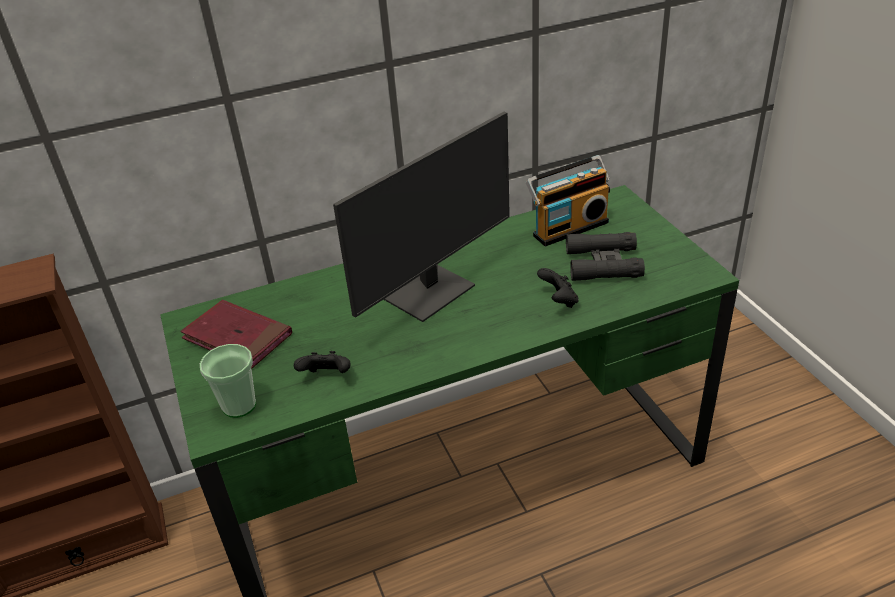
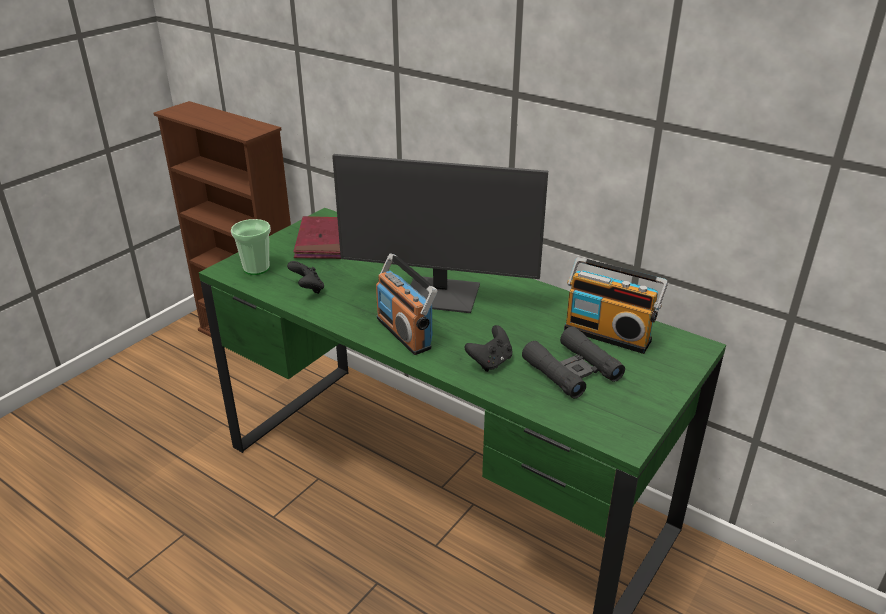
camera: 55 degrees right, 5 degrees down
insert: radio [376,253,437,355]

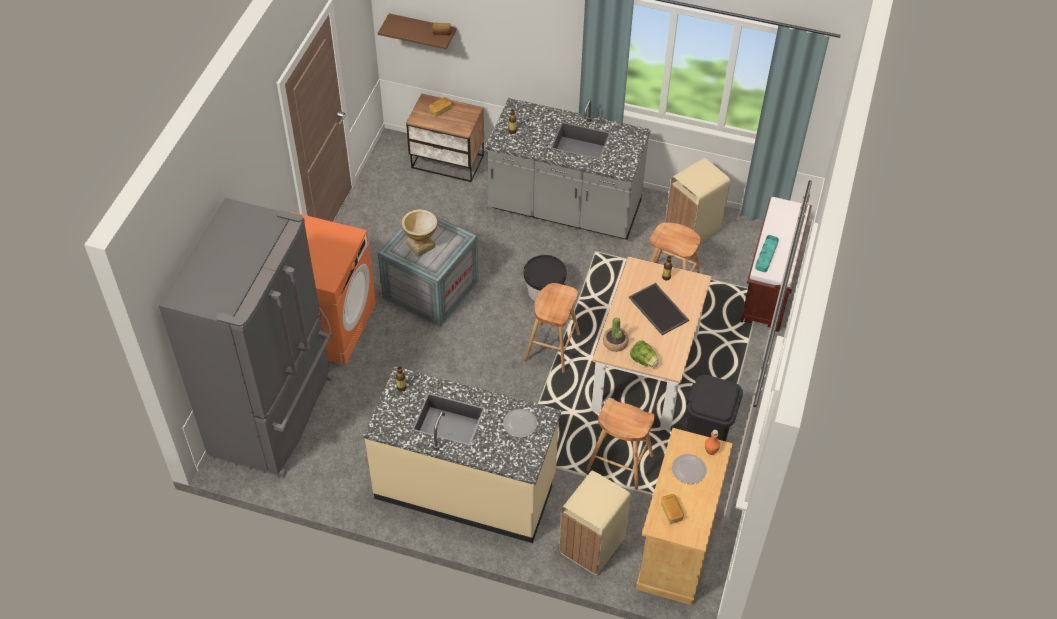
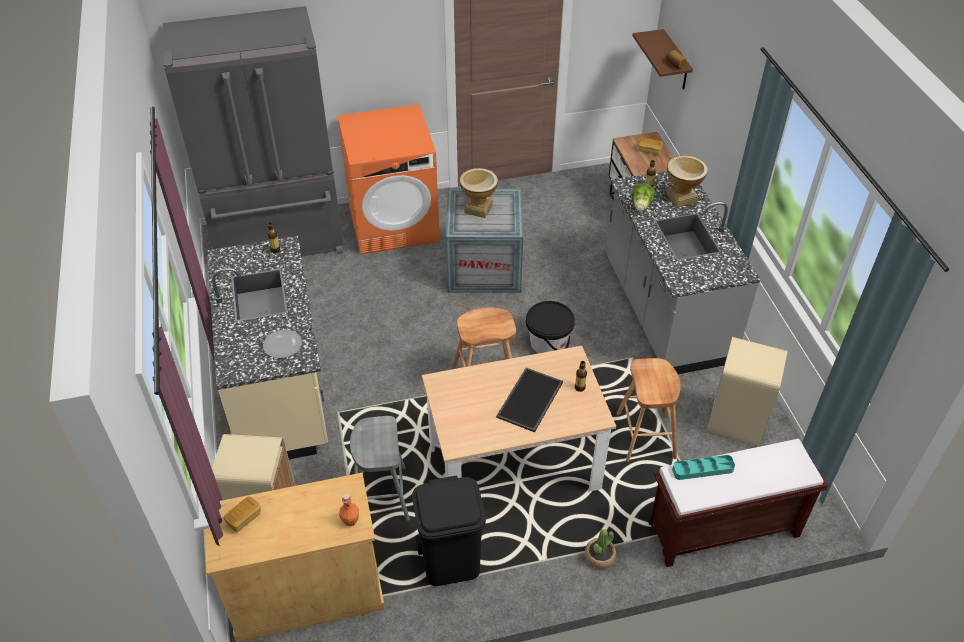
camera: 60 degrees right, 5 degrees down
delete: talerz [672,454,707,484]
insert: wazon [666,155,708,208]
move: roślina doniczkowa [603,318,629,352] to [585,529,616,569]; sałata [630,341,659,367] to [632,183,655,212]
recolor: stołek/brązowy [586,398,655,490] to stołek/szary [350,416,410,521]

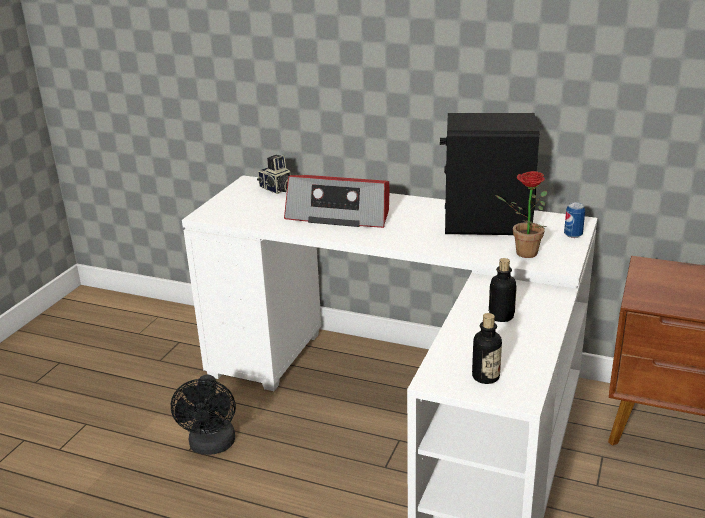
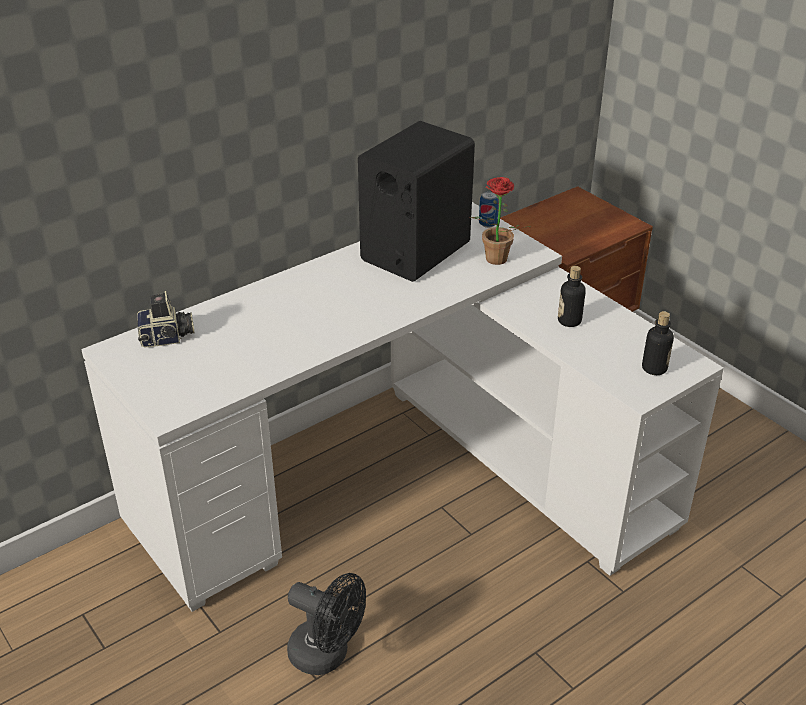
camera: 60 degrees left, 10 degrees up
delete: radio [284,175,389,228]

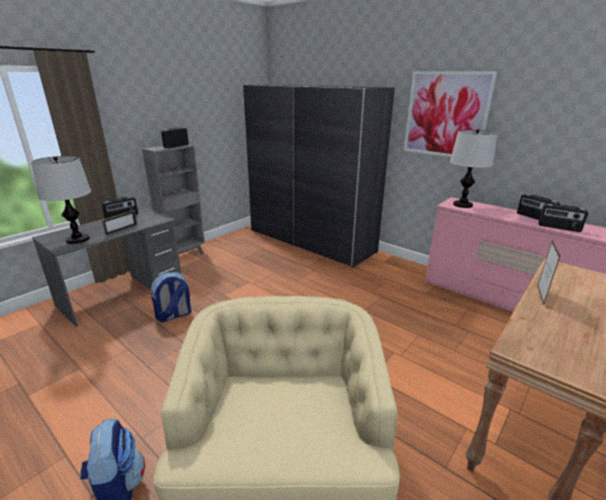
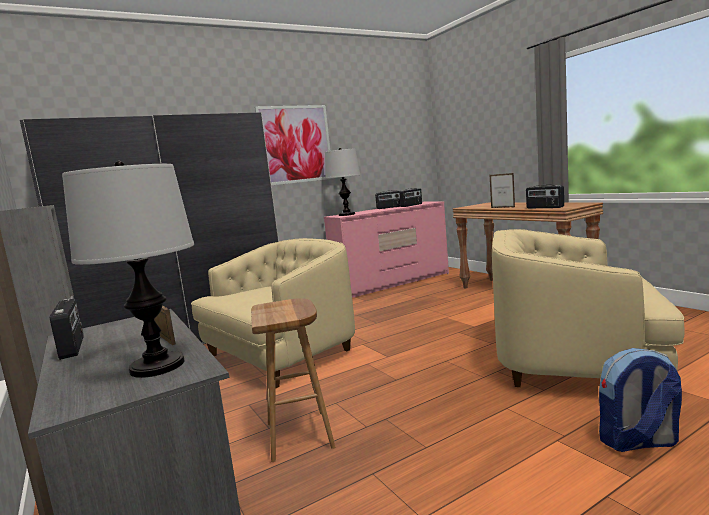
camera: 70 degrees left, 15 degrees down
insert: fotel/beżowy [191,238,355,389]
move: radio [161,127,189,149] to [526,185,564,208]
replace: plecak [150,272,191,323] to stołek/brązowy [251,298,335,462]

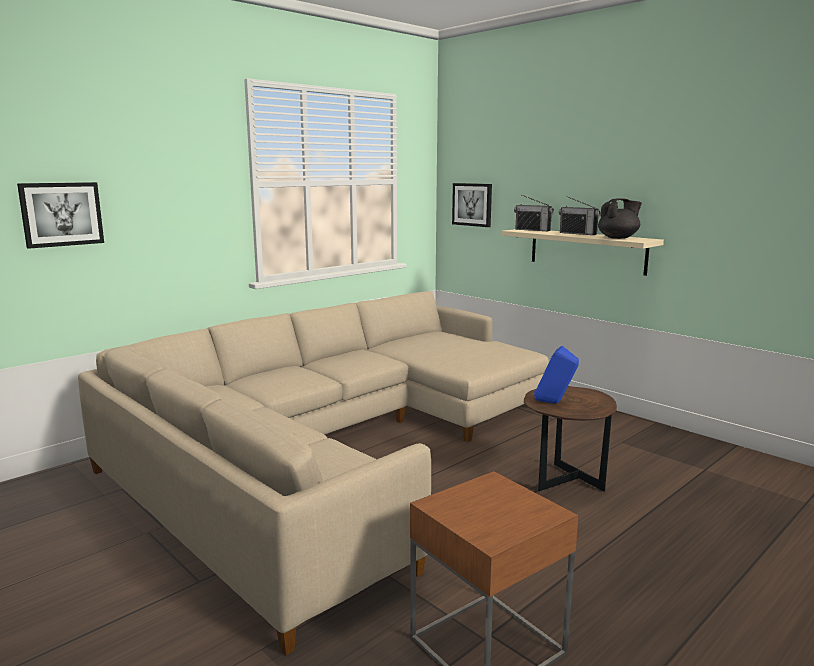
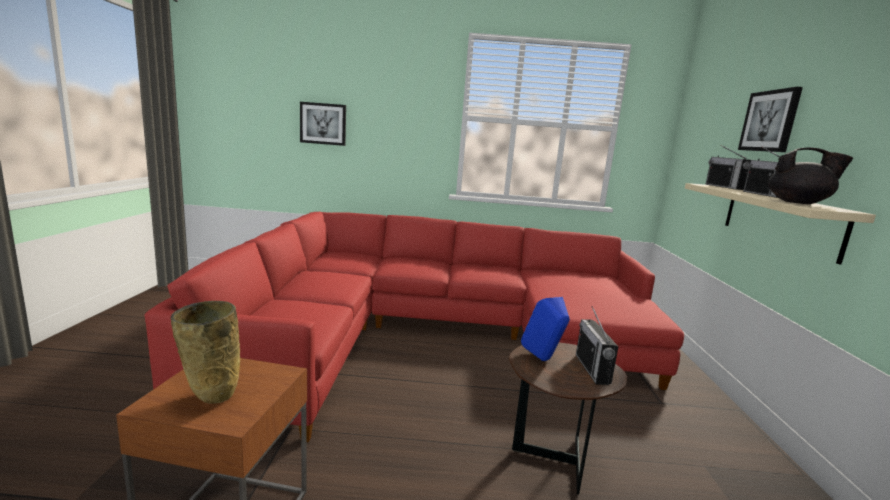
camera: 45 degrees right, 0 degrees up
insert: wazon/beżowy [171,301,240,404]; radio [576,306,619,385]
move: obraz [452,183,492,227] to [738,87,803,152]
recolor: kanapa/beżowy [78,291,549,655] to kanapa/czerwony [145,212,684,442]

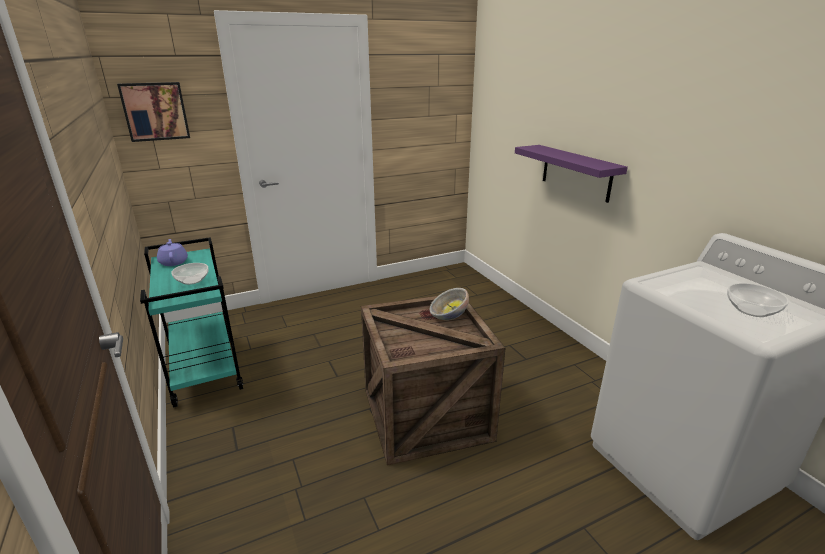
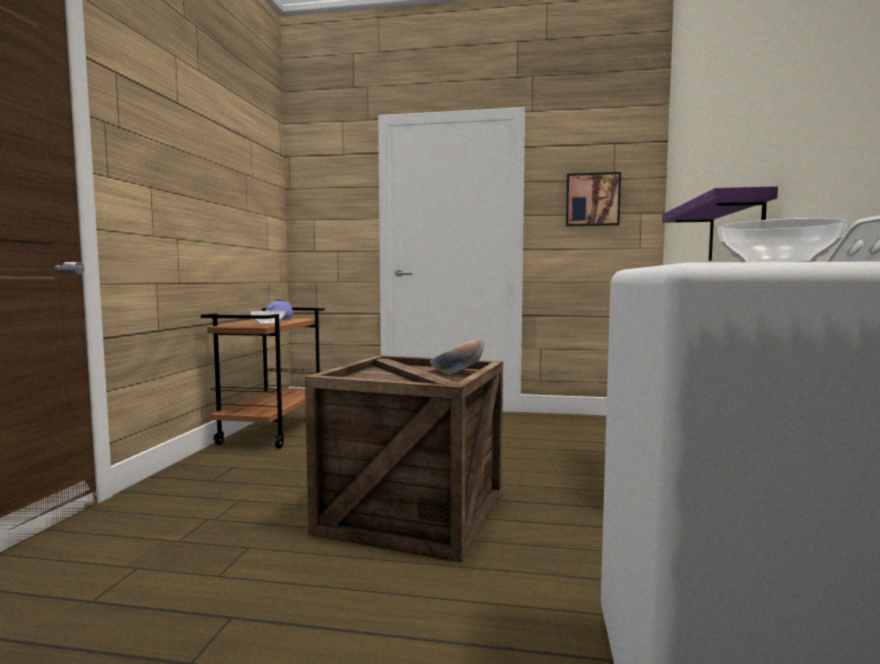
camera: 35 degrees right, 20 degrees down
move: obraz [117,82,190,142] to [566,172,621,226]
recolor: wózek/turkusowy [140,237,243,408] to wózek/brązowy [201,308,325,449]

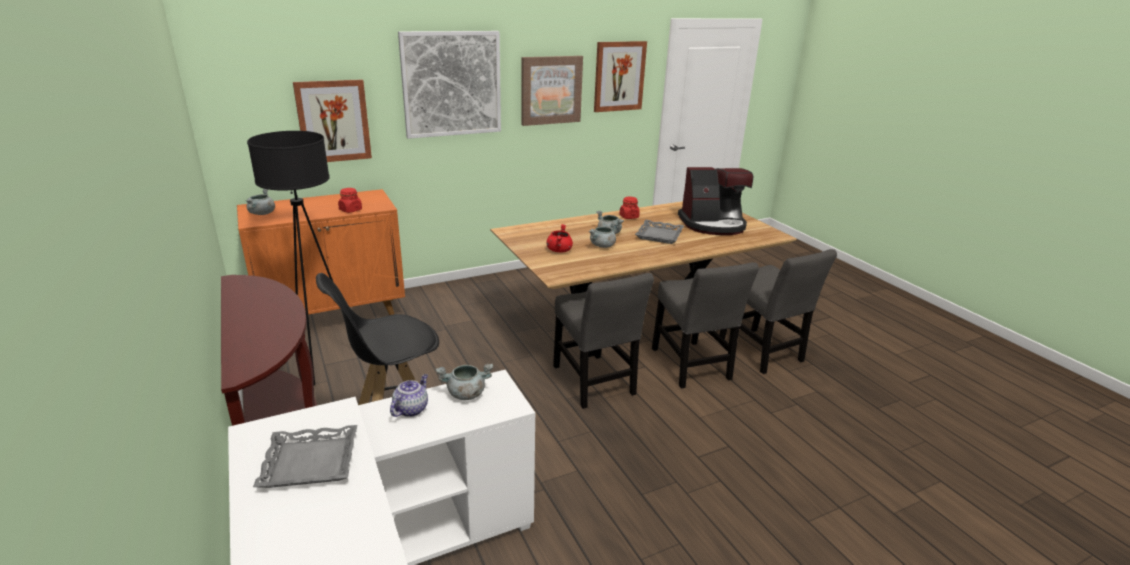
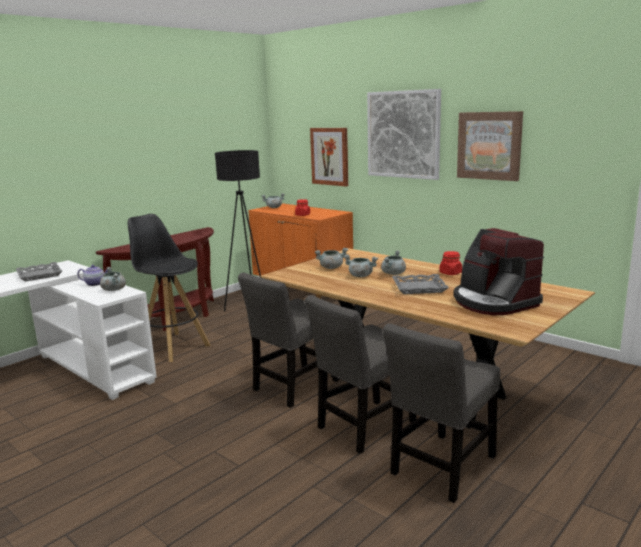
camera: 70 degrees right, 10 degrees down
delete: obraz [594,41,647,112]
recolor: garnek/czerwony [547,224,573,252] to garnek/szary [315,248,348,269]

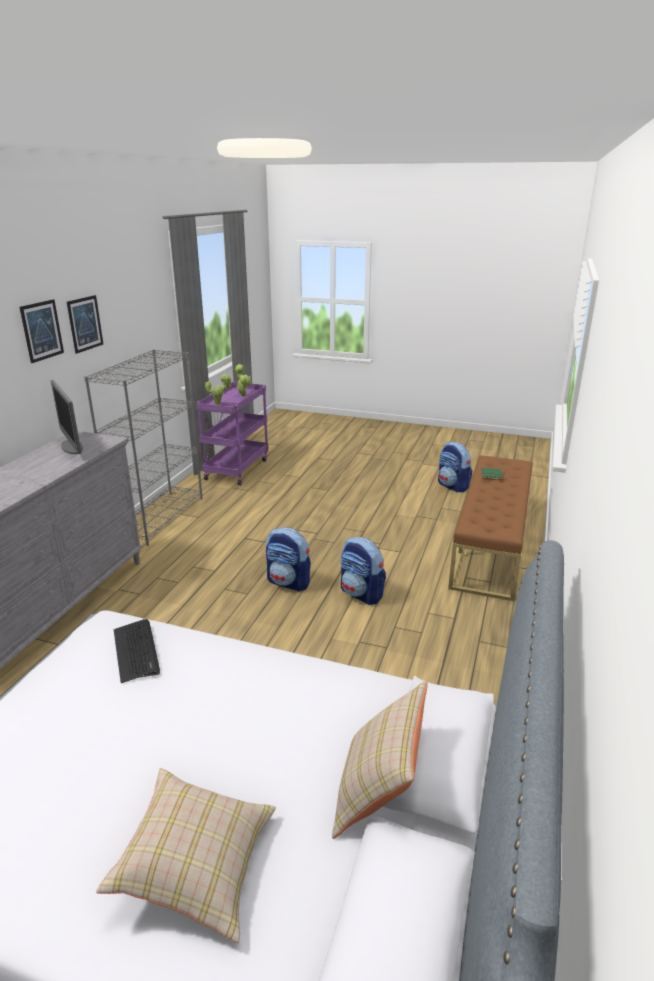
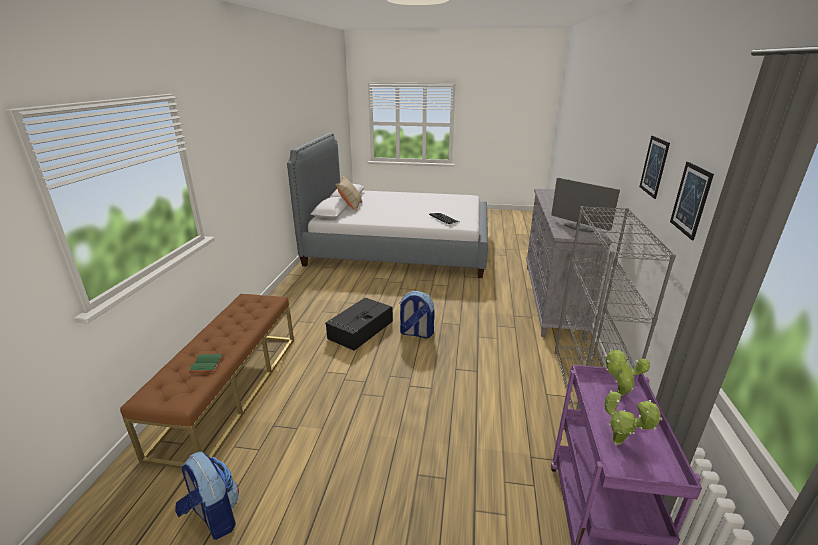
camera: 170 degrees right, 0 degrees up
delete: poduszka/beżowy [96,768,276,943]
move: obraz [19,299,64,363] to [670,162,714,240]
replace: plecak [341,537,386,605] to pojemnik do przechowywania/czarny [325,298,393,351]

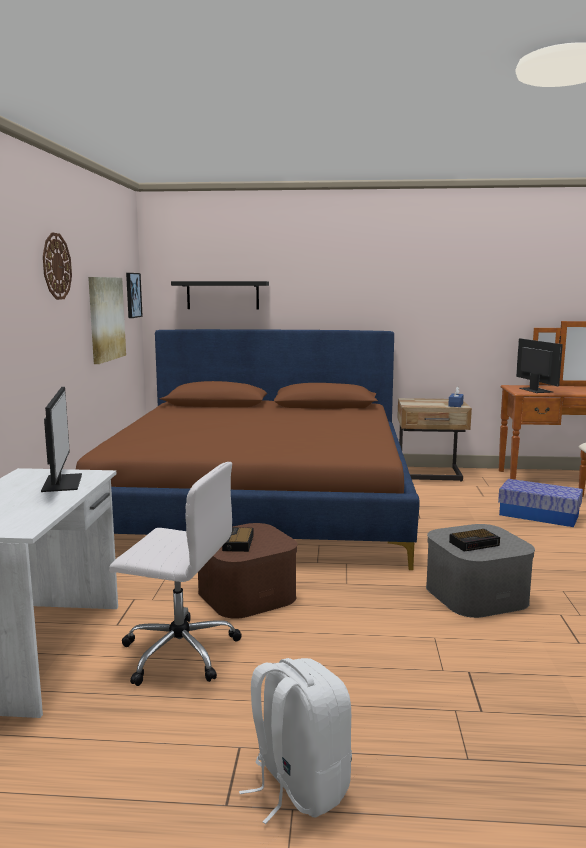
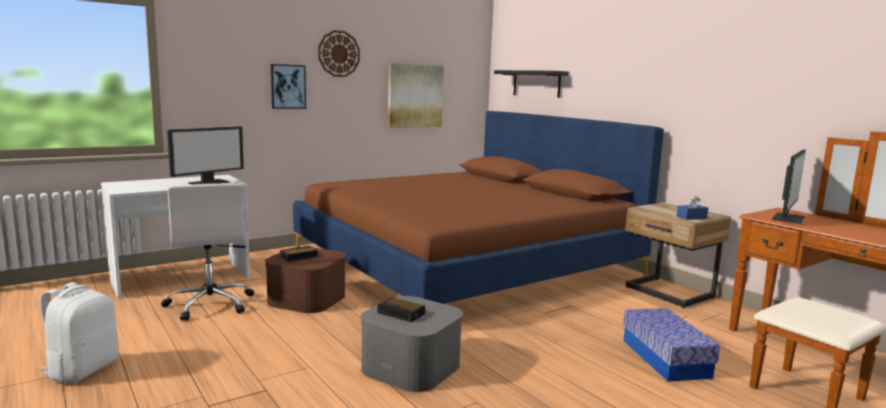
camera: 50 degrees right, 0 degrees up
move: obraz [126,273,143,318] to [271,64,306,109]

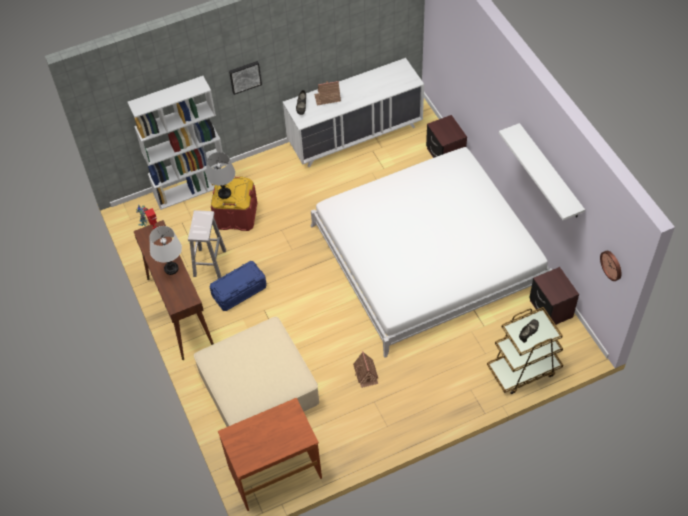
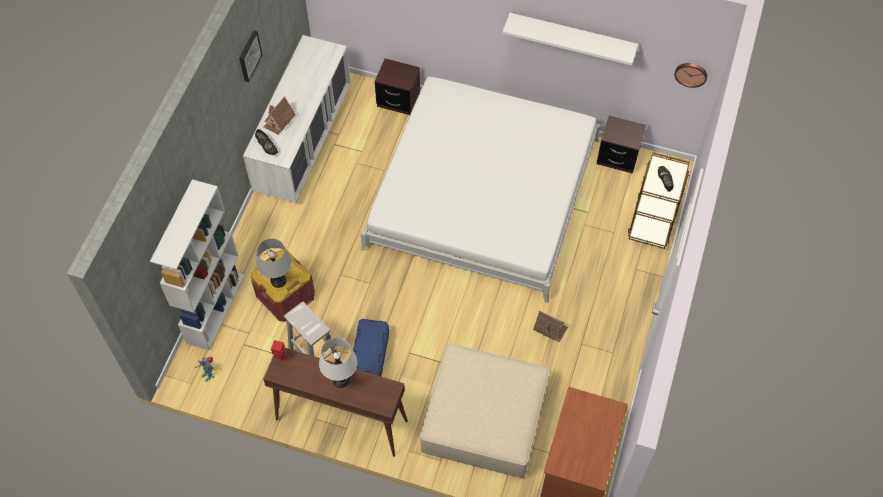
camera: 50 degrees left, 5 degrees up
move: obraz [229,61,262,95] to [239,31,262,82]

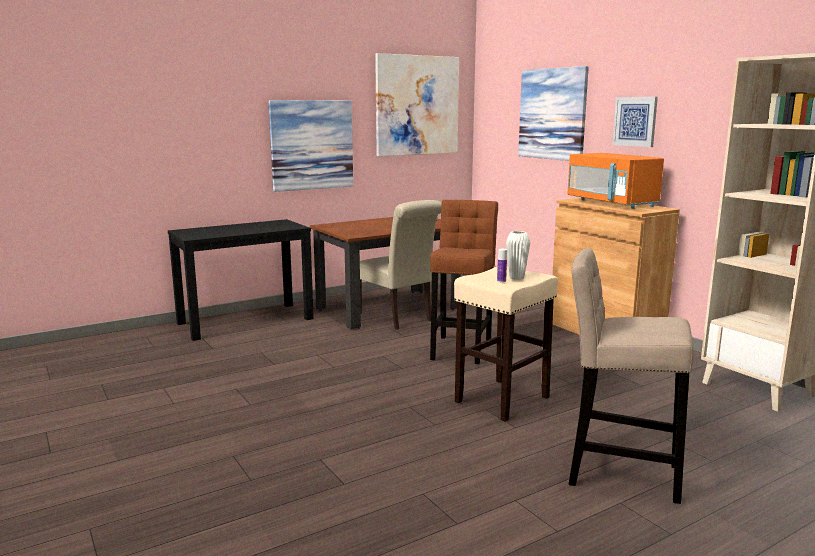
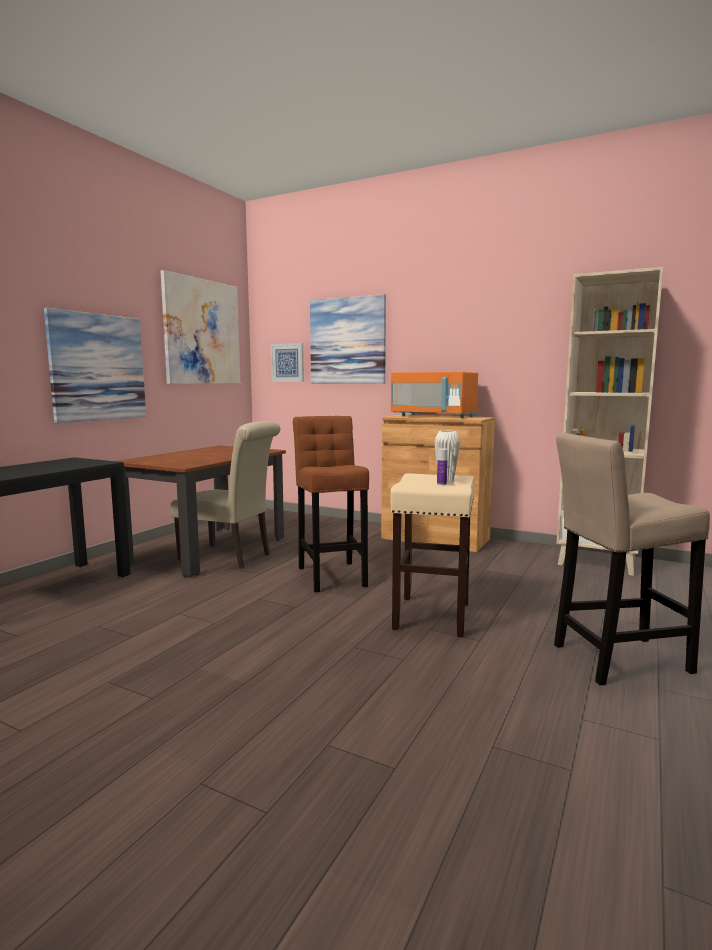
camera: 30 degrees left, 5 degrees down
move: obraz [612,97,658,147] to [271,343,304,382]

